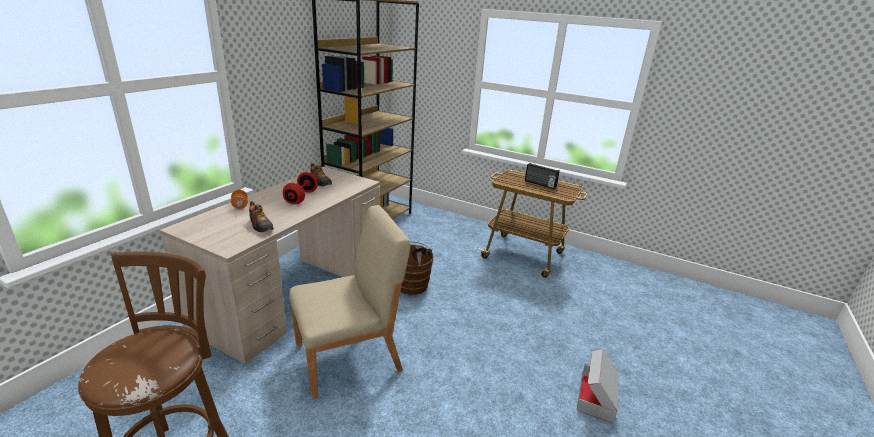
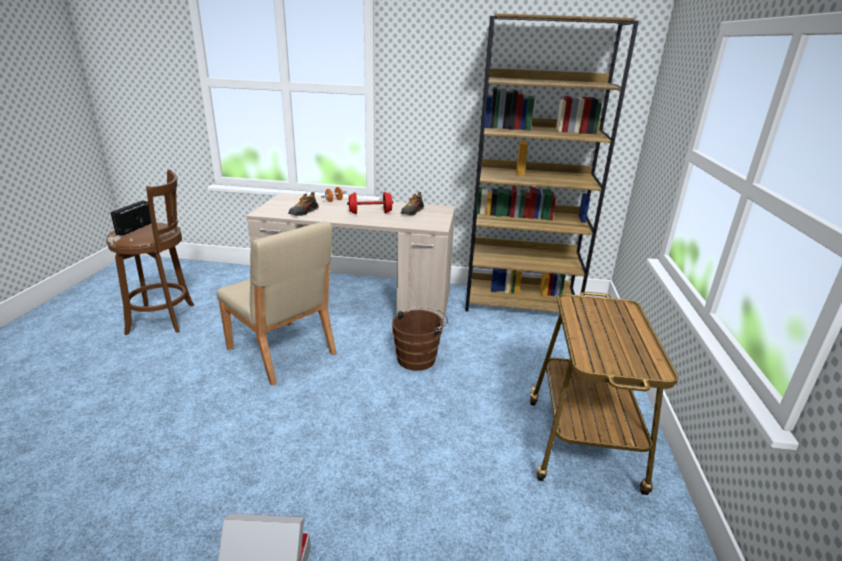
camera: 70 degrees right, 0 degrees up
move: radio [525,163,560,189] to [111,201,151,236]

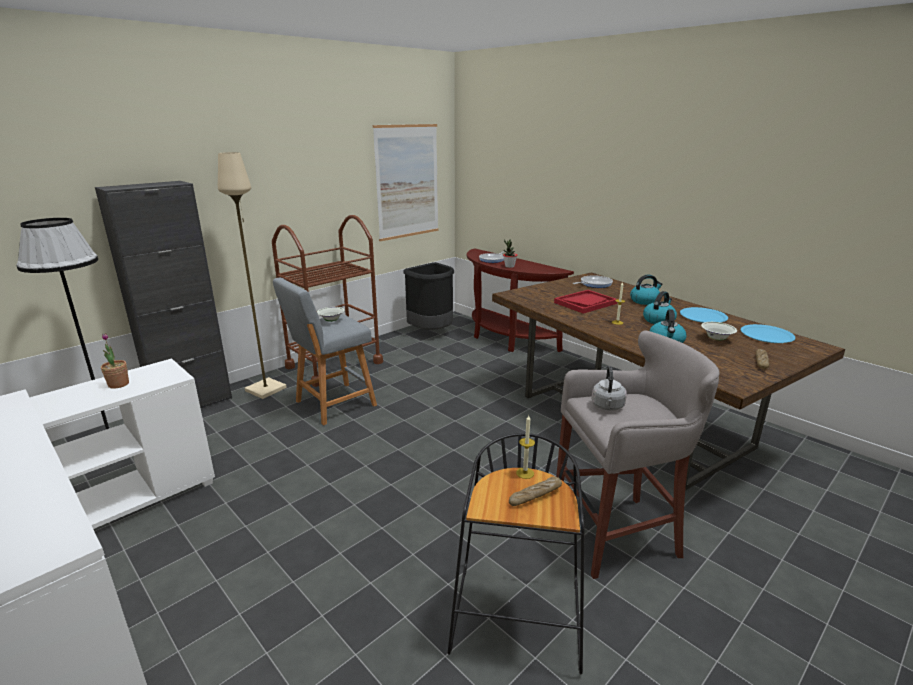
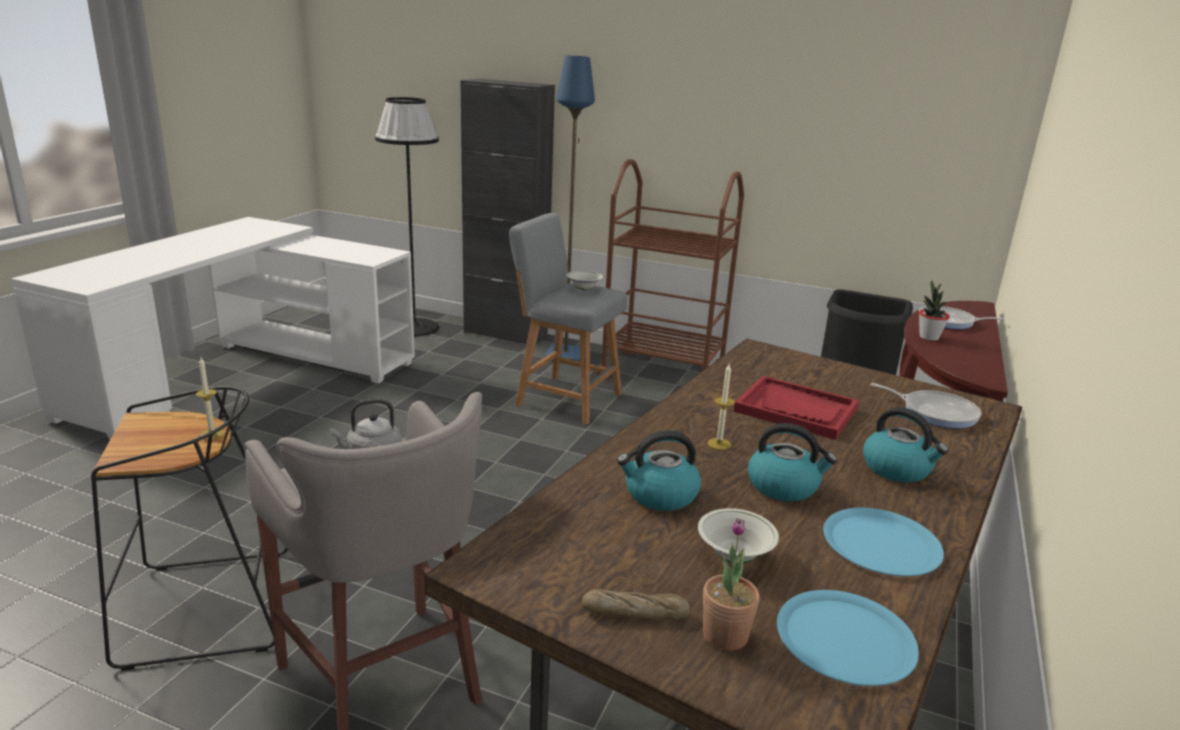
camera: 65 degrees right, 0 degrees up
delete: obraz [373,124,439,241]; chleb [509,476,562,506]
move: roślina doniczkowa [101,333,129,389] to [703,518,759,651]
recolor: lampa stojąca/beżowy [218,152,287,399] to lampa stojąca/niebieski [544,56,595,362]

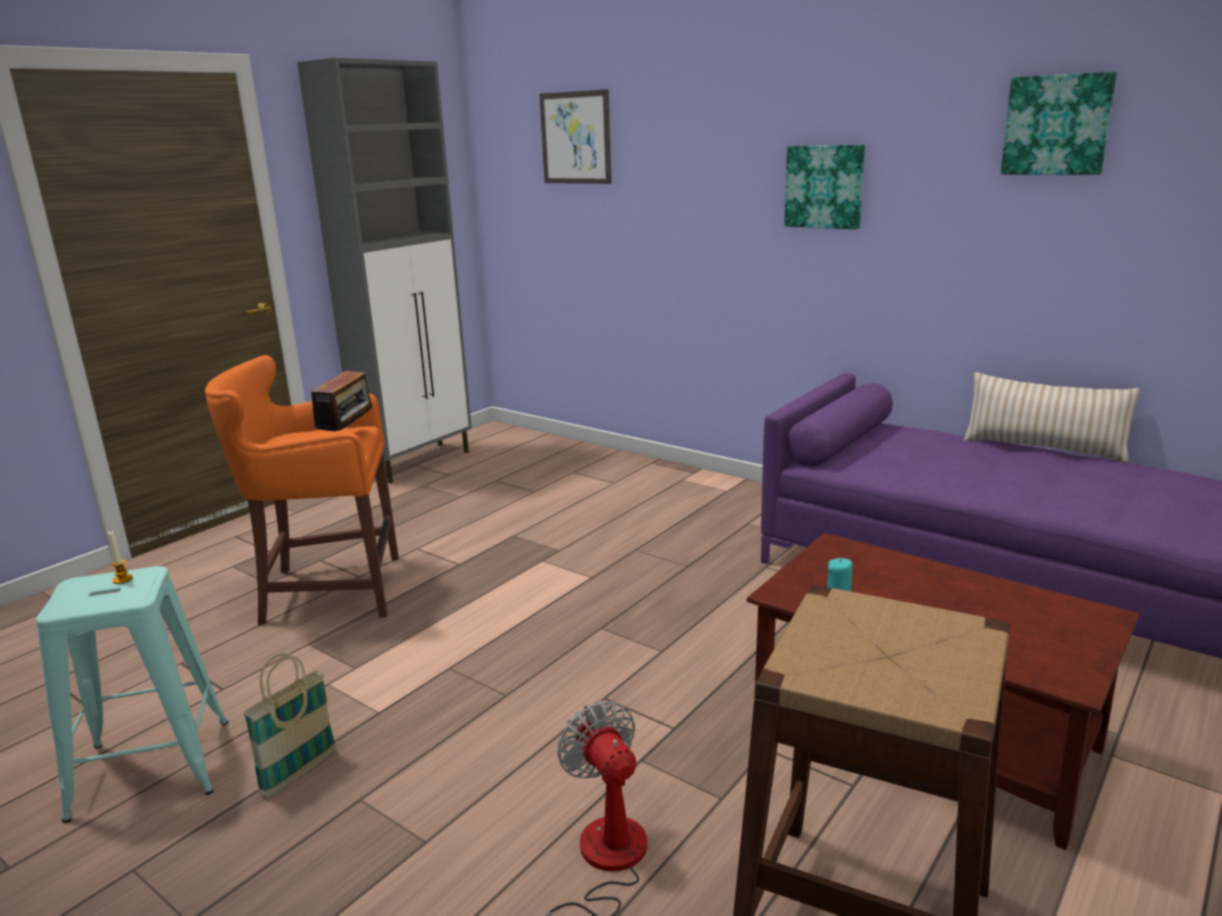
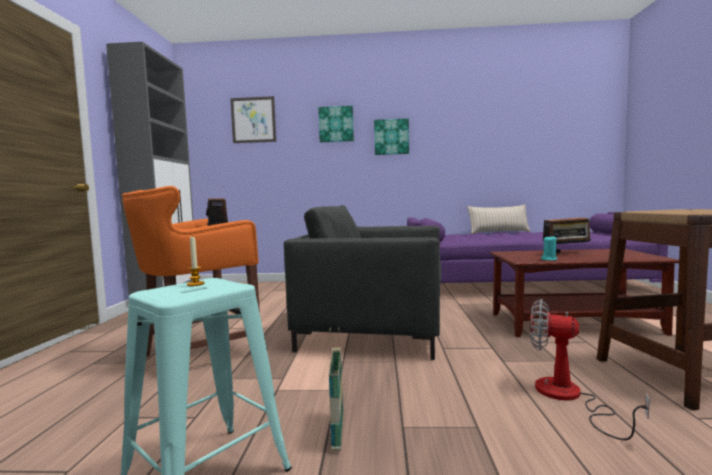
camera: 35 degrees left, 15 degrees down
insert: fotel/szary [284,205,441,360]; radio [543,209,591,253]
move: obraz [1001,72,1117,175] to [318,106,354,142]

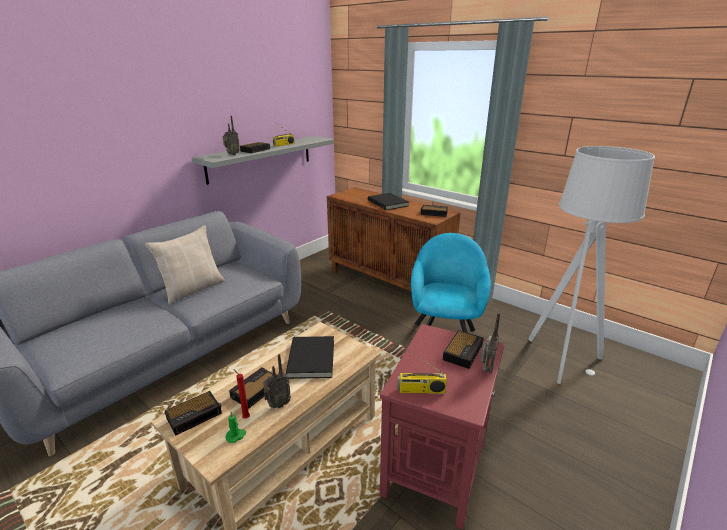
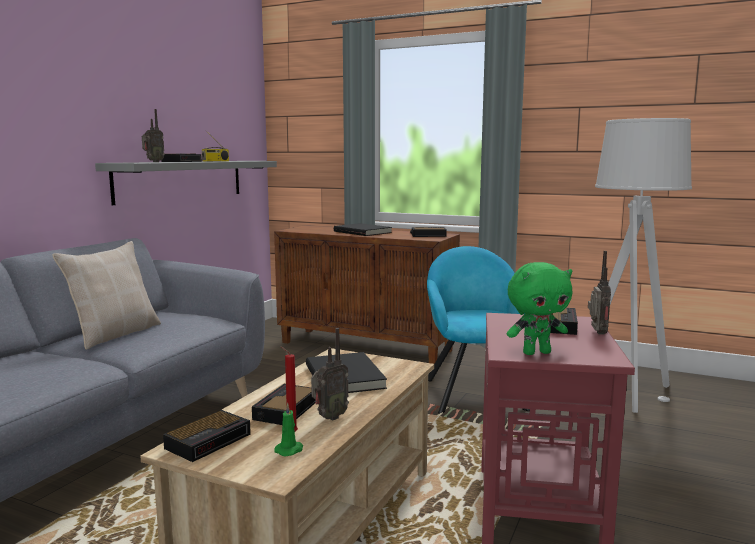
camera: 15 degrees left, 15 degrees down
replace: radio [397,352,447,394] to pluszak/zielony [506,262,572,355]

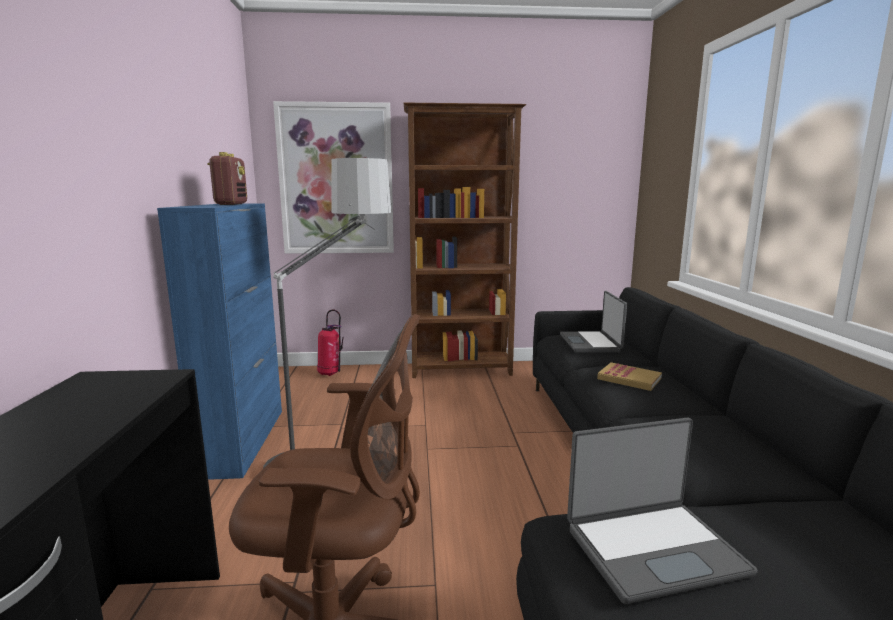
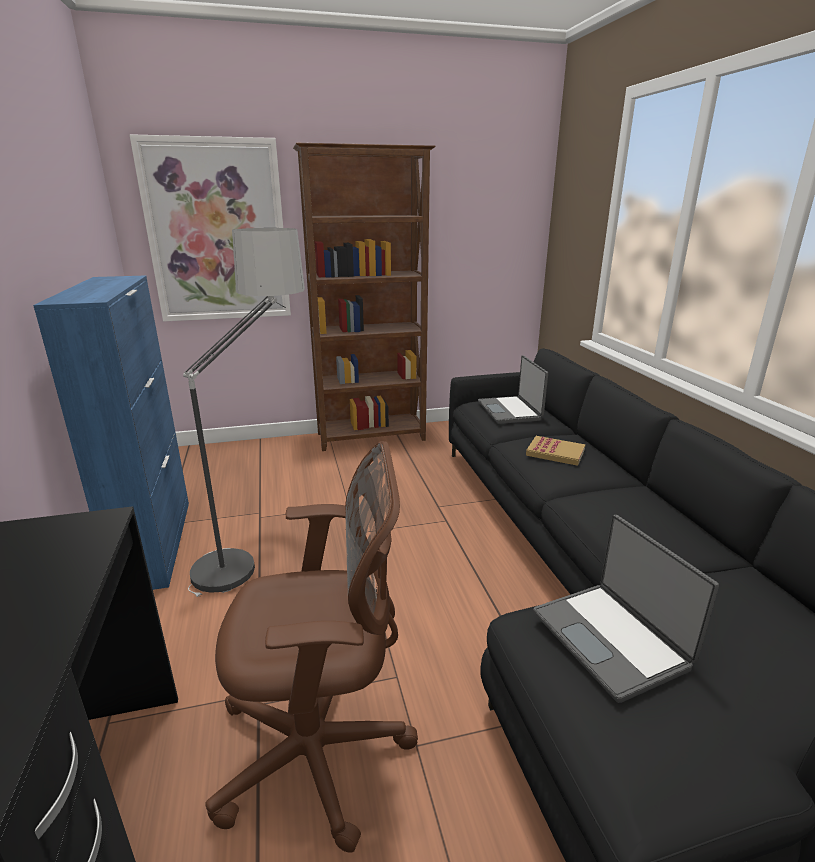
camera: 10 degrees left, 10 degrees up
delete: radio [208,152,247,205]; gaśnica [317,309,344,376]
rotate: laptop [567,418,758,604] = [533,515,719,703] 90 degrees clockwise

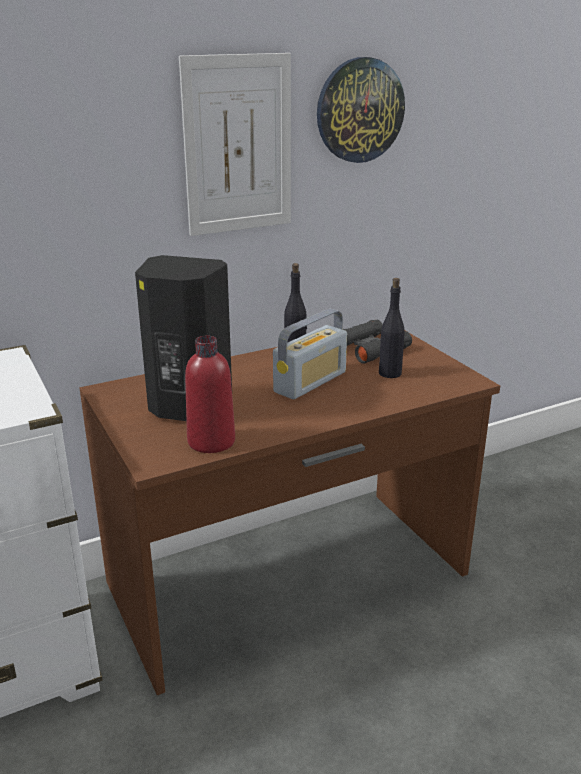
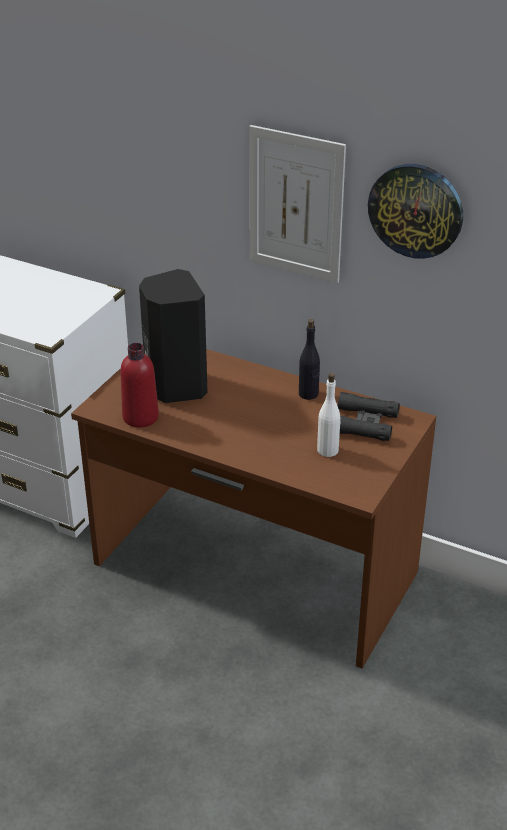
camera: 55 degrees right, 10 degrees up
delete: radio [273,309,347,399]
recolor: butelka/czarny [379,278,405,378] to butelka/biały [317,373,340,457]

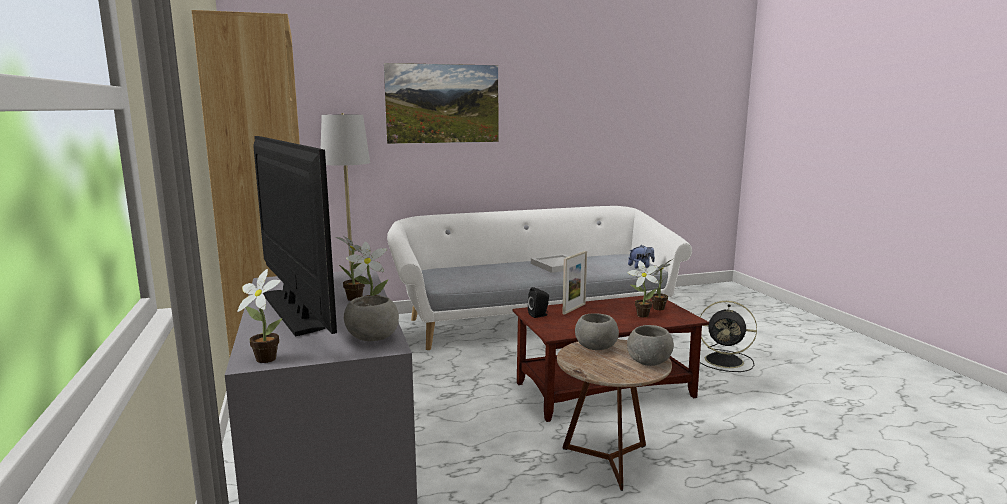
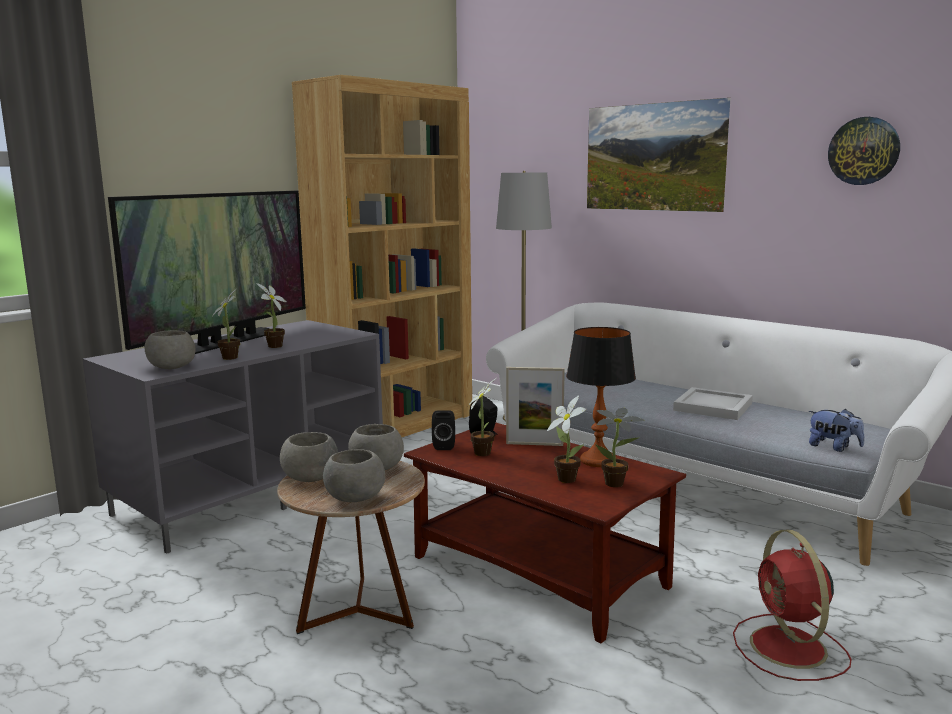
camera: 60 degrees right, 0 degrees up
insert: miska/szary [280,432,338,482]; głośnik/czarny [432,410,455,450]; lampa stołowa [566,327,636,467]; zegar ścienny [828,117,900,185]
move: roślina doniczkowa [237,269,283,363] to [468,378,496,456]
recolor: wentylator/czarny [700,301,757,372] to wentylator/czerwony [733,530,852,681]

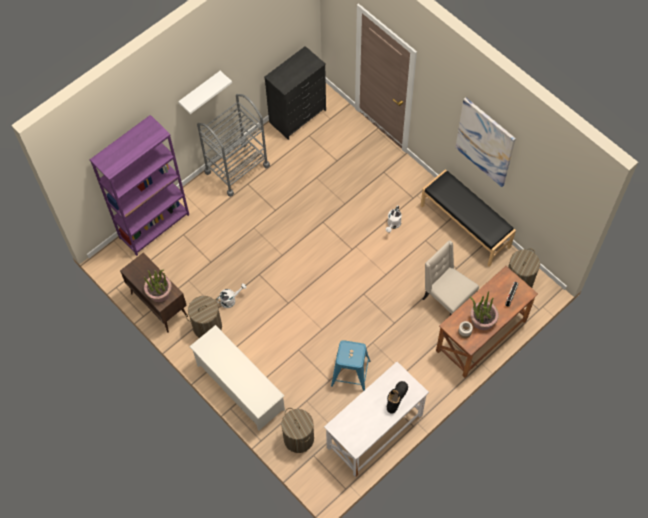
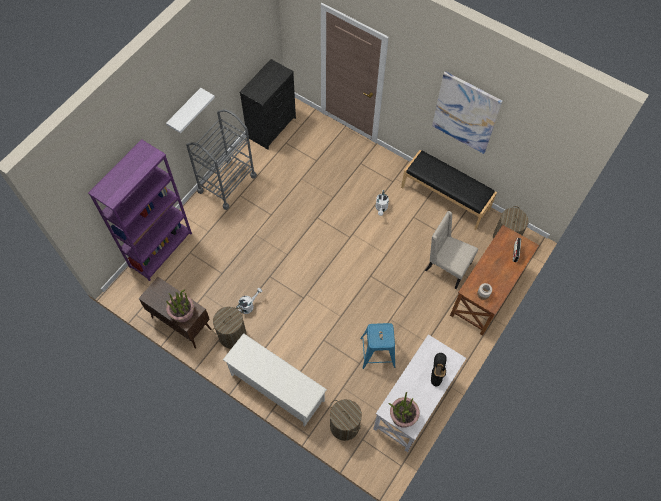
camera: 15 degrees left, 0 degrees up
move: roślina doniczkowa [470,291,499,330] to [389,392,420,428]

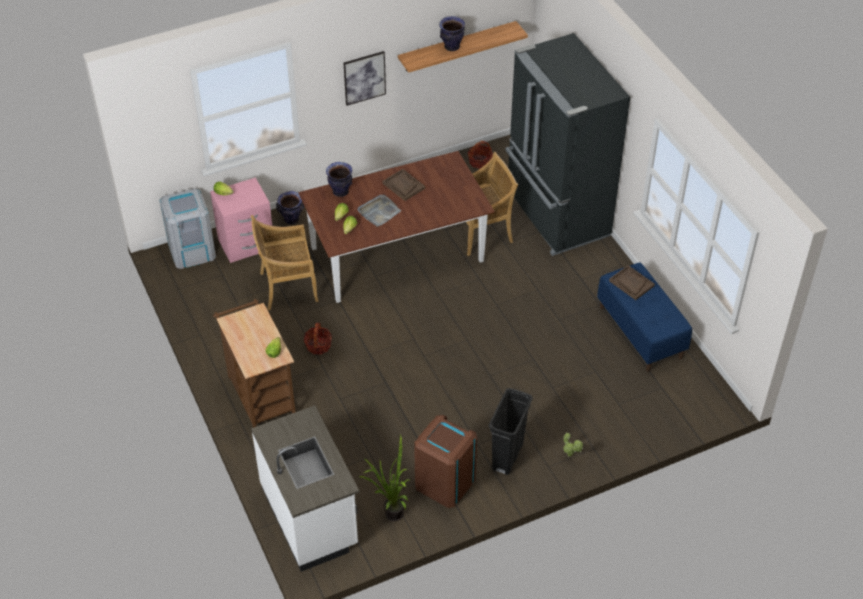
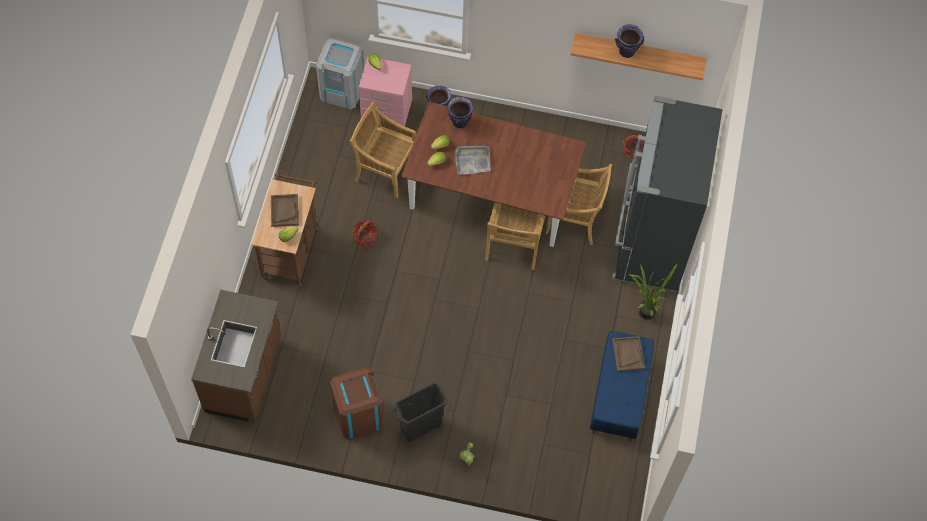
camera: 35 degrees right, 15 degrees up
delete: obraz [344,51,386,106]
insert: krzesło/beżowy [485,202,545,270]
move: roślina doniczkowa [359,434,410,521] to [628,264,677,320]; taca/brązowy [382,169,425,201] to [271,194,299,227]
recolor: zabudowa kuchenna/biały [251,405,359,572] to zabudowa kuchenna/brązowy [191,290,281,422]

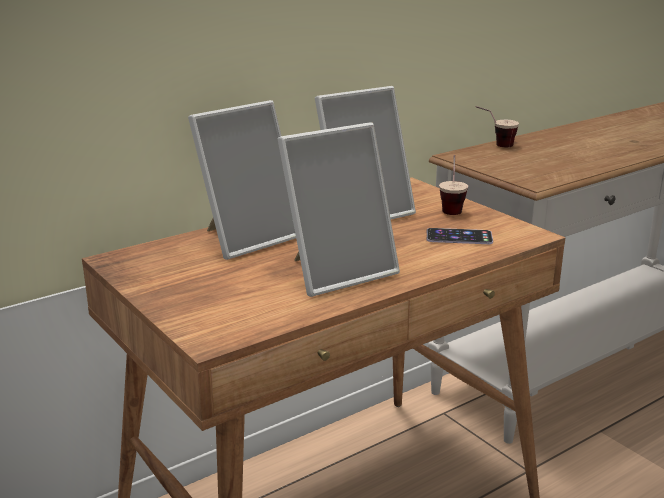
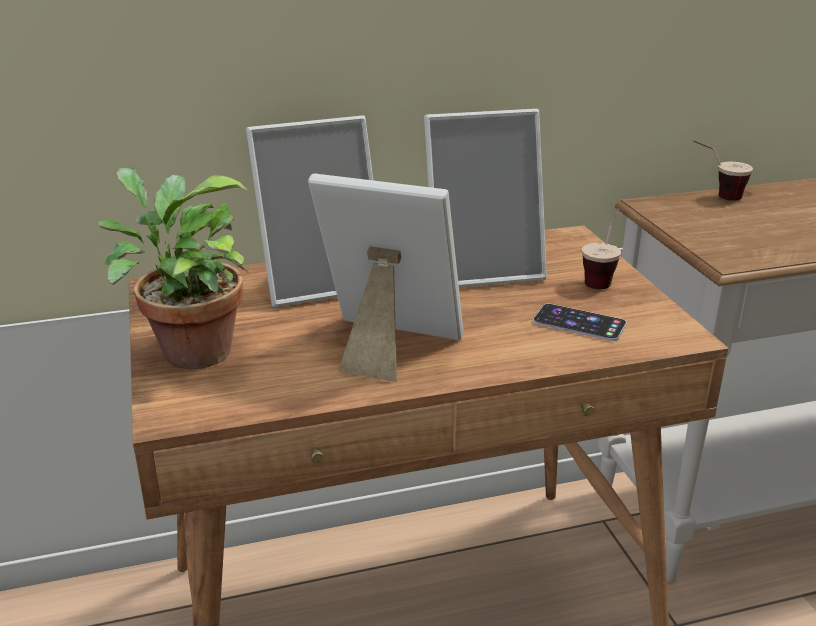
camera: 20 degrees right, 5 degrees up
insert: roślina doniczkowa [98,167,249,369]
rotate: ramka na zdjęcie [278,122,400,297] = [308,174,463,382] 150 degrees counterclockwise

